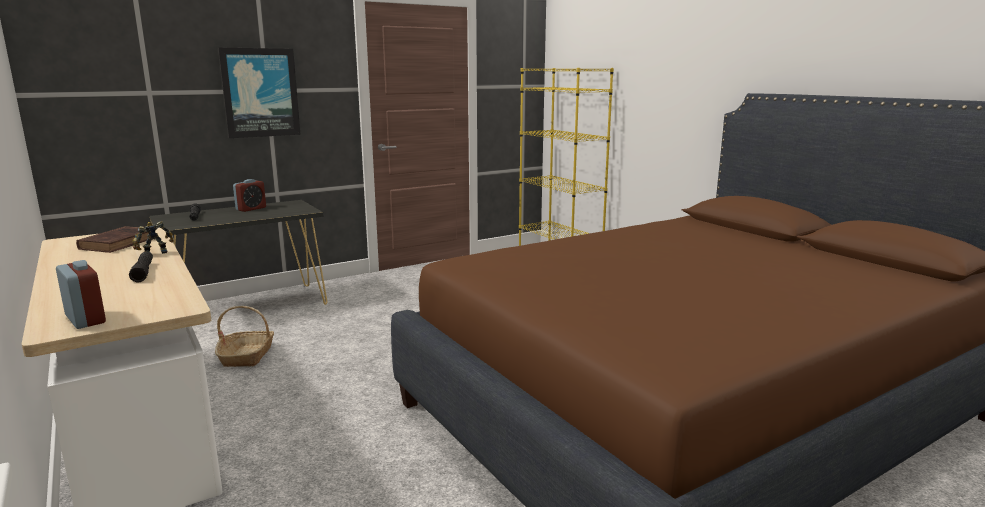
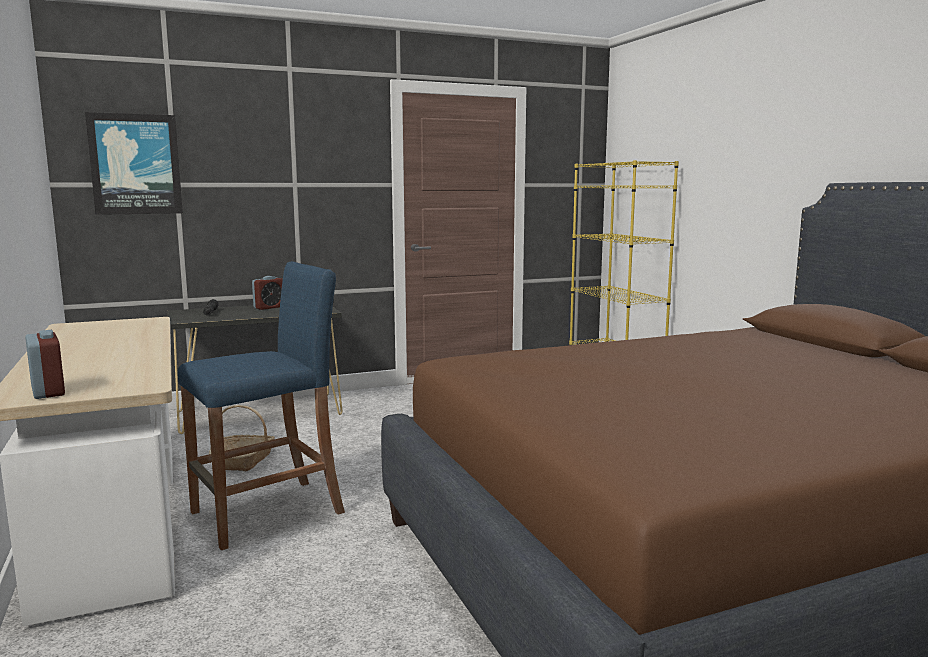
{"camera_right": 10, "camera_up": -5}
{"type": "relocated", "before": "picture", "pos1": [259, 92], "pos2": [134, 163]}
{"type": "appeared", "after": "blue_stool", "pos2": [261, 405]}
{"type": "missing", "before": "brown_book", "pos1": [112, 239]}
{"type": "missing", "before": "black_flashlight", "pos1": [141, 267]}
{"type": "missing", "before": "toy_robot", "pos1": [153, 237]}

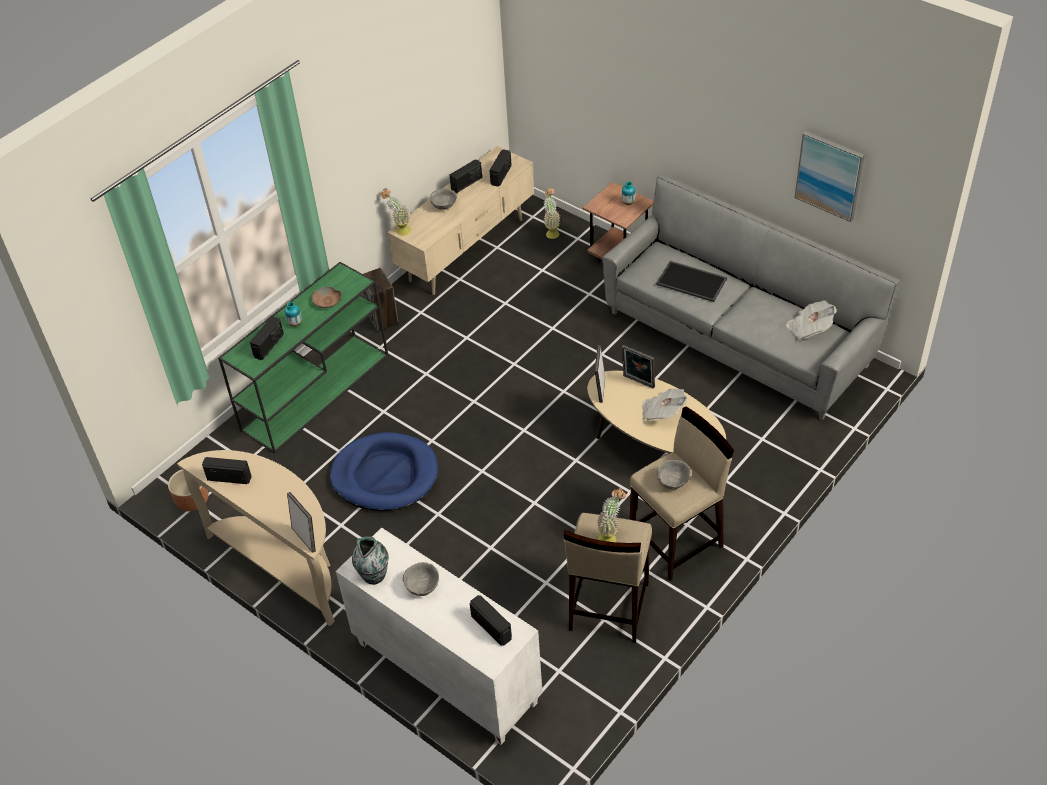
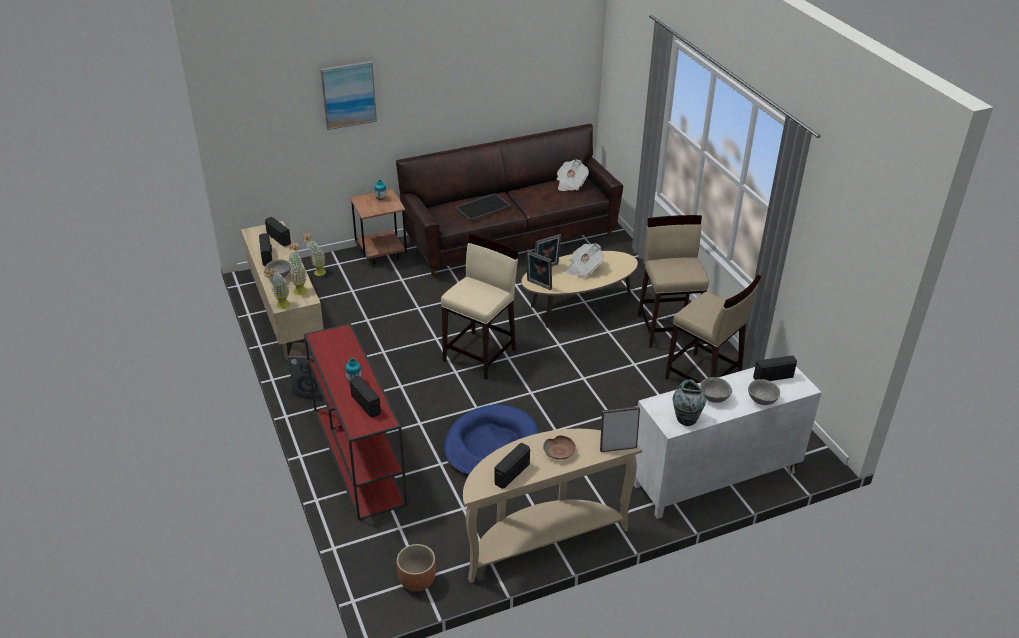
{"camera_right": -65, "camera_up": -10}
{"type": "relocated", "before": "potted_plant", "pos1": [611, 514], "pos2": [297, 269]}
{"type": "colour", "before": "green_console_table", "after": "red_console_table", "pos1": [303, 357], "pos2": [355, 421]}
{"type": "relocated", "before": "picture", "pos1": [830, 176], "pos2": [349, 95]}
{"type": "colour", "before": "grey_sofa", "after": "brown_sofa", "pos1": [750, 297], "pos2": [509, 200]}
{"type": "appeared", "after": "beige_stool", "pos2": [479, 306]}
{"type": "relocated", "before": "brown_bowl", "pos1": [326, 297], "pos2": [559, 447]}
{"type": "relocated", "before": "grey_bowl", "pos1": [674, 474], "pos2": [764, 392]}

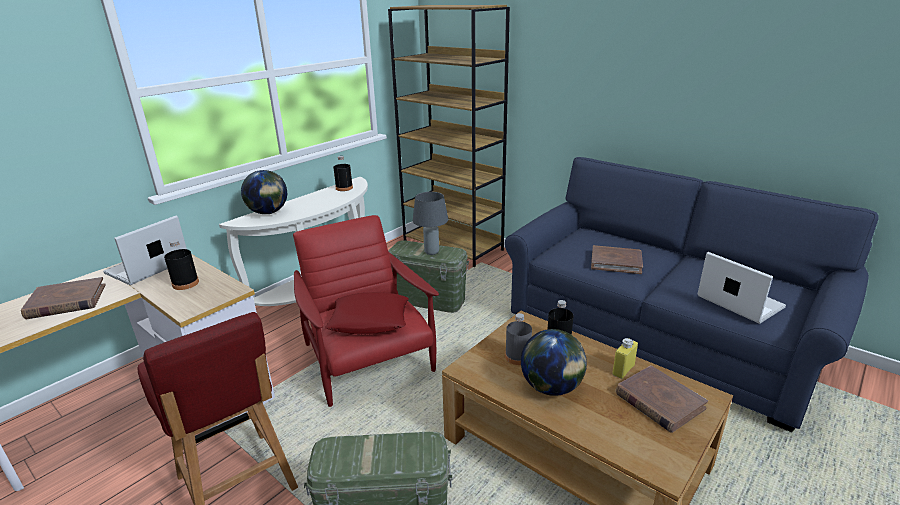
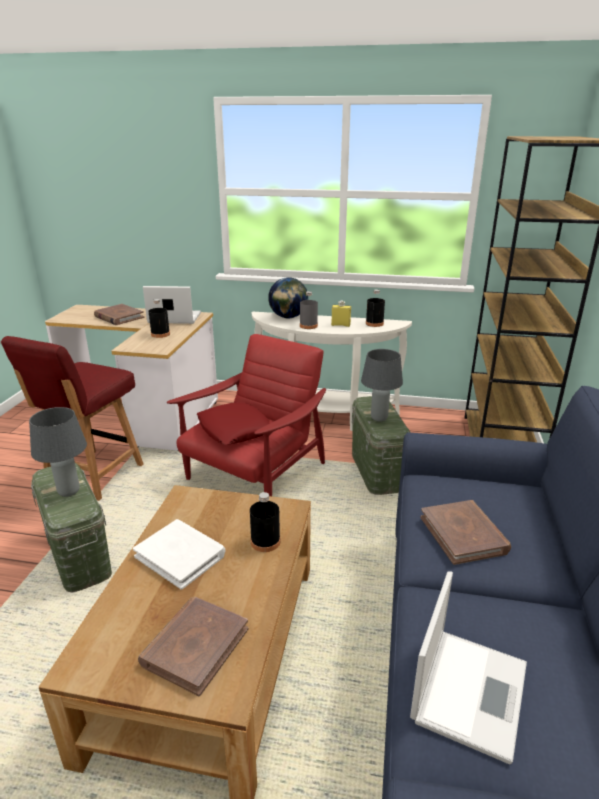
{"camera_right": 60, "camera_up": 0}
{"type": "appeared", "after": "grey_table_lamp", "pos2": [58, 452]}
{"type": "exchanged", "before": "globe", "after": "white_book", "pos1": [554, 362], "pos2": [179, 554]}
{"type": "relocated", "before": "grey_bottle", "pos1": [518, 339], "pos2": [309, 310]}
{"type": "relocated", "before": "yellow_bottle", "pos1": [625, 358], "pos2": [341, 314]}

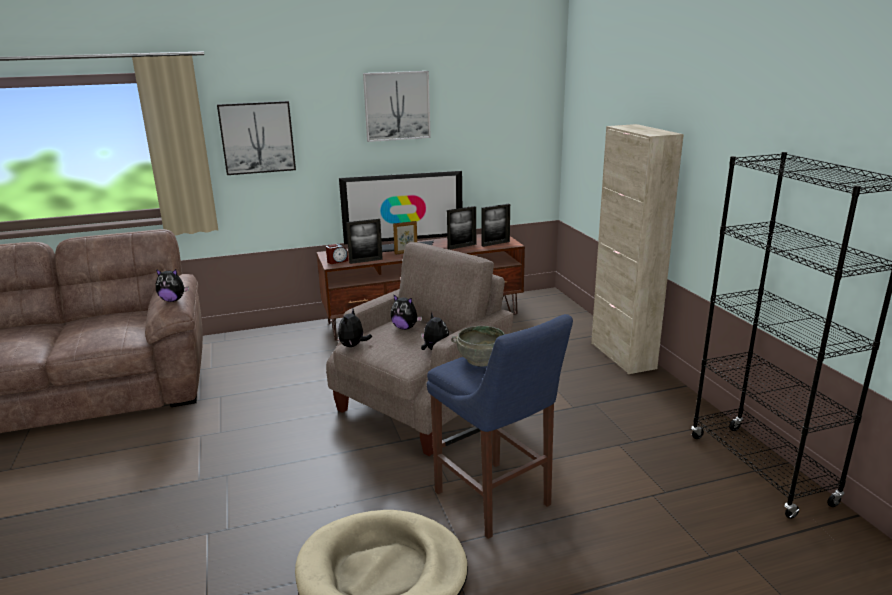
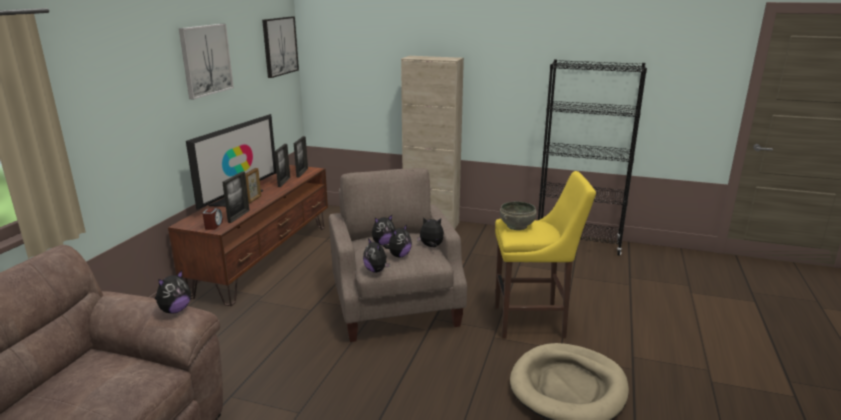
{"camera_right": -55, "camera_up": 0}
{"type": "relocated", "before": "picture", "pos1": [256, 138], "pos2": [280, 47]}
{"type": "appeared", "after": "plush_toy", "pos2": [397, 241]}
{"type": "colour", "before": "blue_stool", "after": "yellow_stool", "pos1": [500, 426], "pos2": [545, 255]}

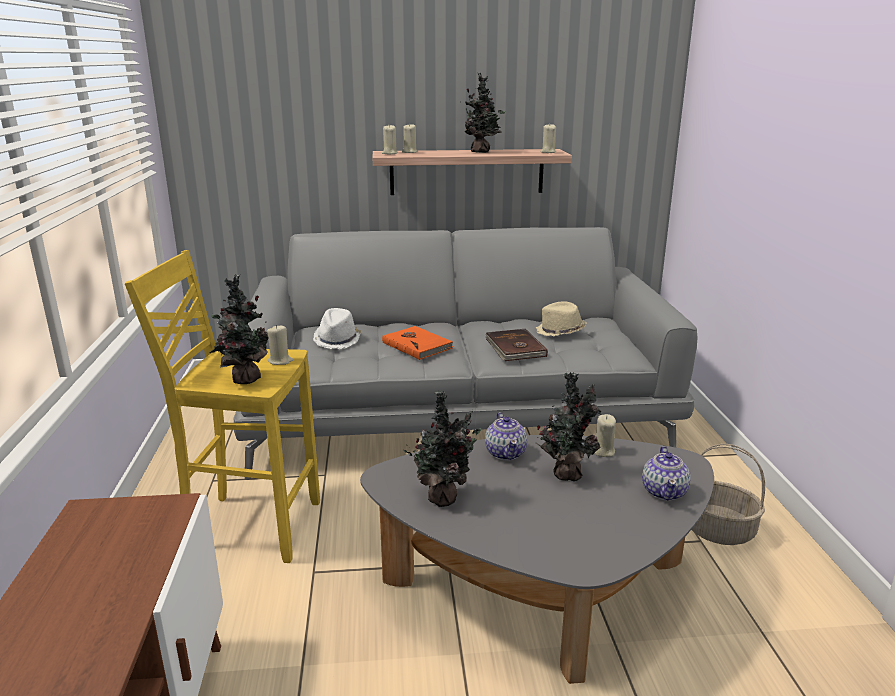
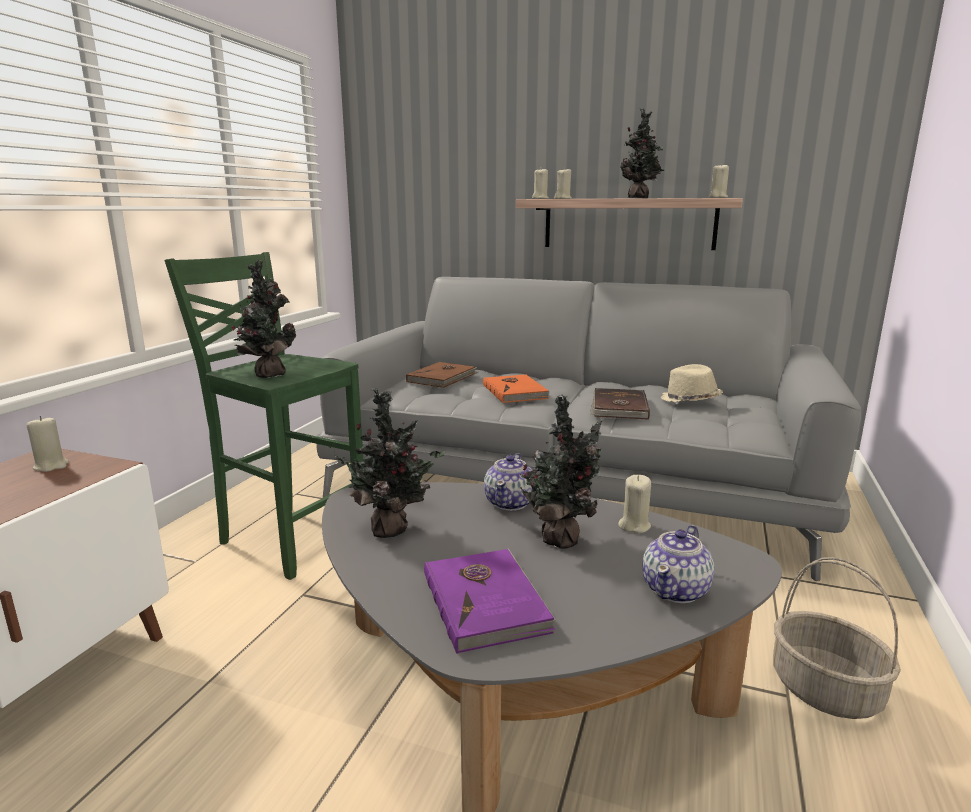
{"camera_right": 25, "camera_up": -5}
{"type": "relocated", "before": "beige_candle", "pos1": [280, 345], "pos2": [48, 444]}
{"type": "colour", "before": "yellow_stool", "after": "green_stool", "pos1": [222, 406], "pos2": [264, 416]}
{"type": "exchanged", "before": "white_hat", "after": "brown_book", "pos1": [337, 328], "pos2": [442, 375]}
{"type": "appeared", "after": "purple_book", "pos2": [490, 601]}

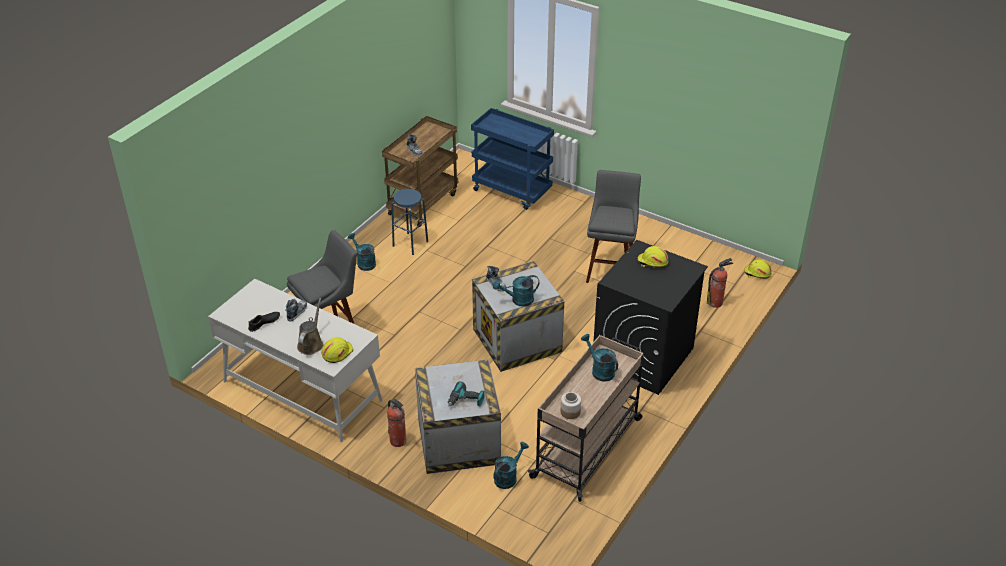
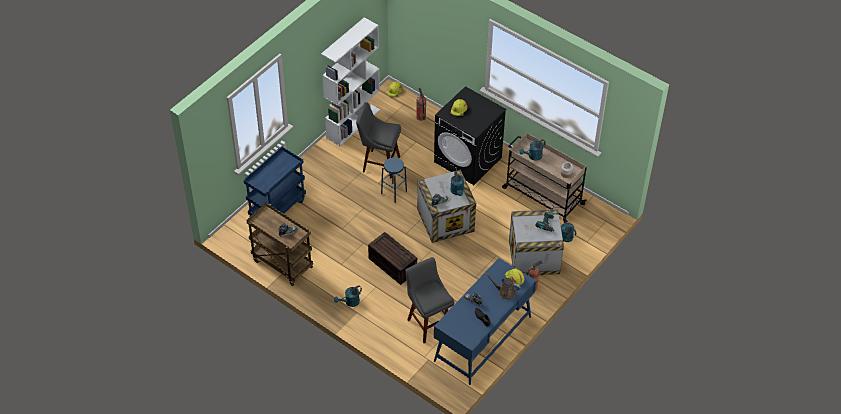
{"camera_right": -85, "camera_up": 10}
{"type": "appeared", "after": "white_bookcase", "pos2": [350, 81]}
{"type": "appeared", "after": "brown_storage_box", "pos2": [392, 258]}
{"type": "relocated", "before": "blue_stool", "pos1": [409, 222], "pos2": [394, 180]}
{"type": "colour", "before": "white_desk", "after": "blue_desk", "pos1": [295, 360], "pos2": [485, 321]}

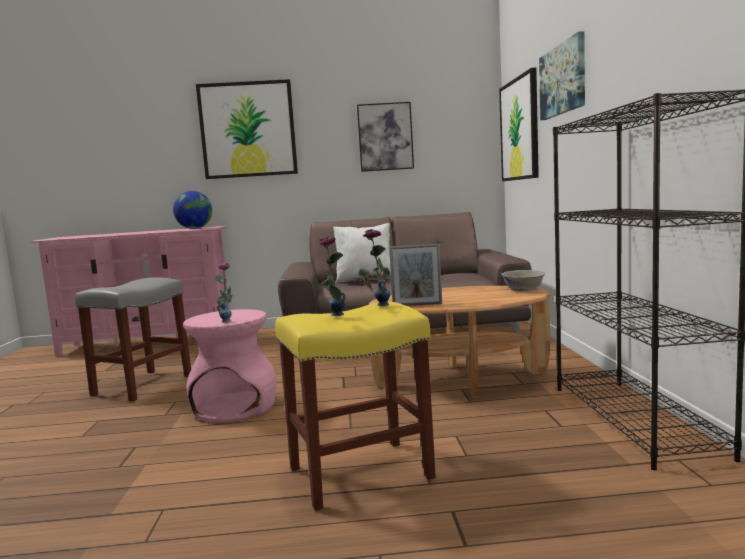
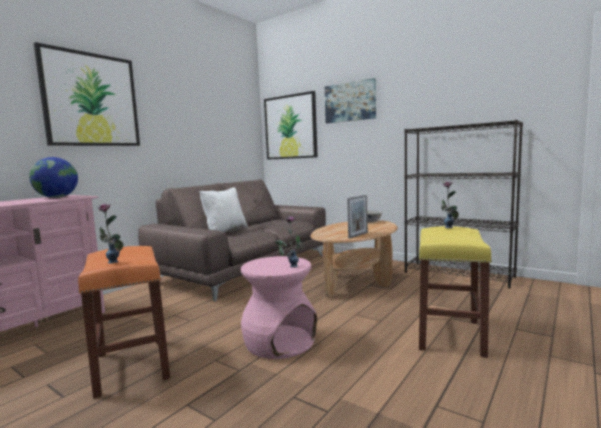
{"camera_right": -50, "camera_up": 0}
{"type": "colour", "before": "grey_stool", "after": "orange_stool", "pos1": [133, 339], "pos2": [124, 322]}
{"type": "relocated", "before": "vase", "pos1": [332, 276], "pos2": [110, 233]}
{"type": "missing", "before": "picture", "pos1": [385, 137]}

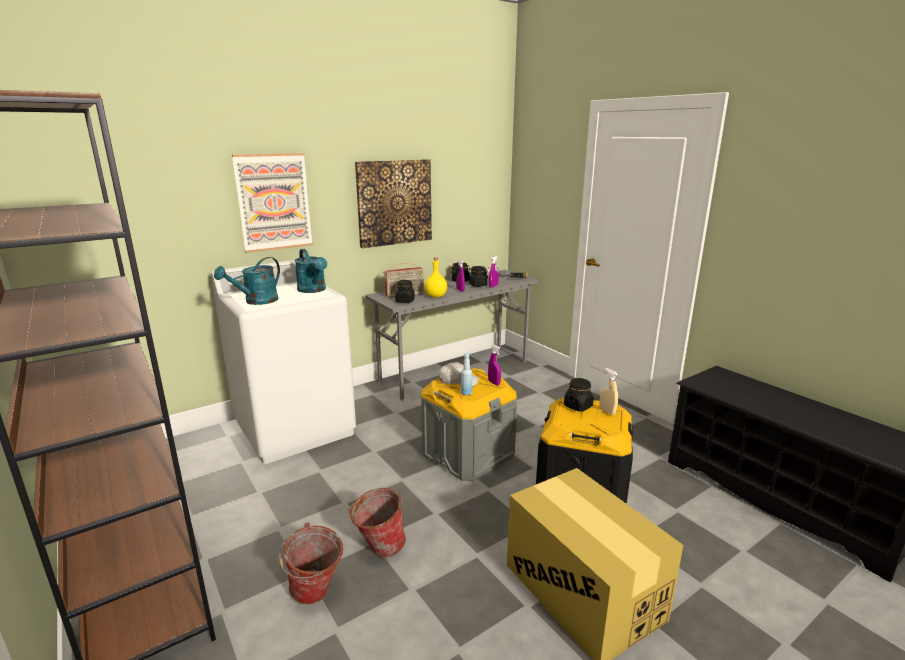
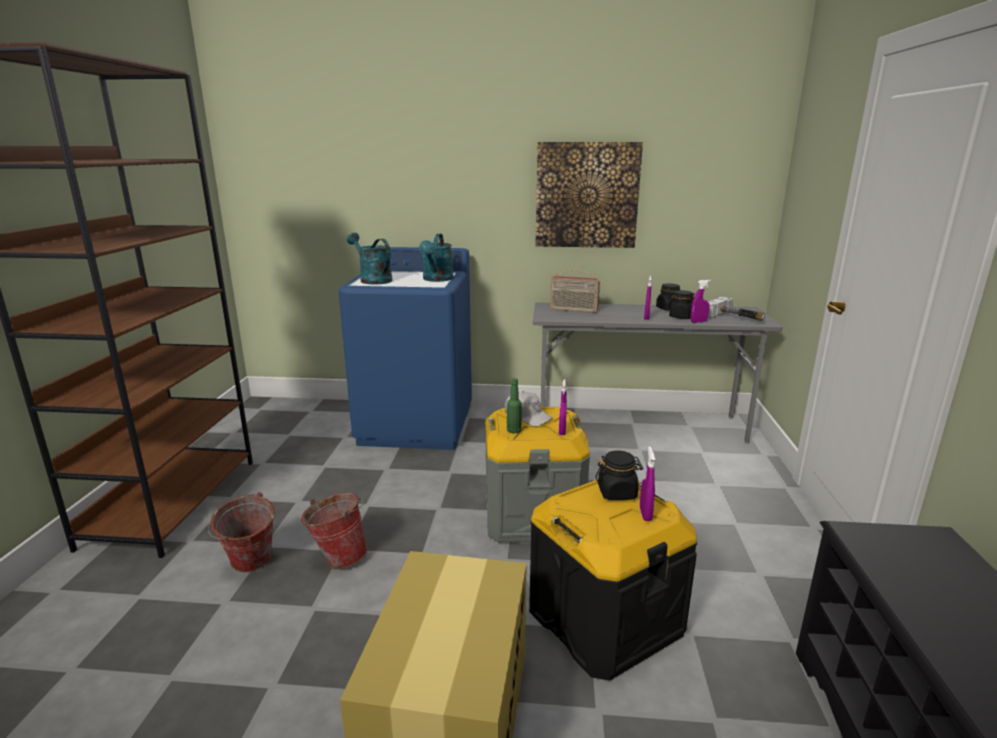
{"camera_right": 40, "camera_up": 0}
{"type": "colour", "before": "white_washing_machine", "after": "blue_washing_machine", "pos1": [283, 362], "pos2": [405, 348]}
{"type": "spun", "before": "turquoise_watering_can", "pos1": [247, 281], "pos2": [370, 258], "turn": 60}
{"type": "colour", "before": "blue_bottle", "after": "green_bottle", "pos1": [466, 374], "pos2": [514, 405]}
{"type": "colour", "before": "beige_spray_bottle", "after": "purple_spray_bottle", "pos1": [608, 391], "pos2": [647, 483]}
{"type": "missing", "before": "picture", "pos1": [272, 203]}
{"type": "missing", "before": "black_jar", "pos1": [405, 291]}
{"type": "missing", "before": "yellow_bottle", "pos1": [435, 277]}

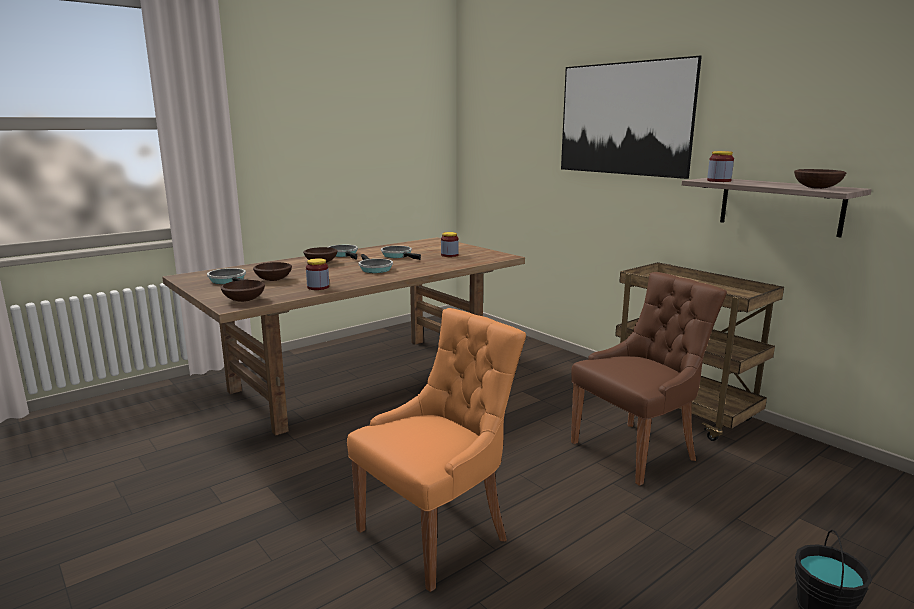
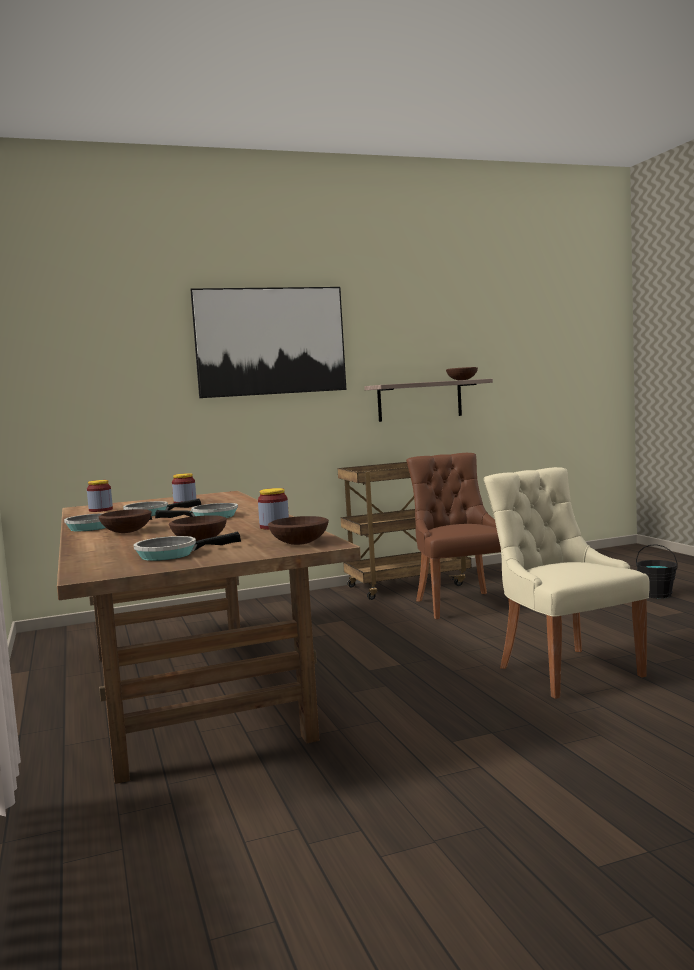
{"camera_right": -70, "camera_up": -10}
{"type": "relocated", "before": "jar", "pos1": [720, 166], "pos2": [100, 496]}
{"type": "colour", "before": "orange_chair", "after": "beige_chair", "pos1": [436, 450], "pos2": [567, 583]}

